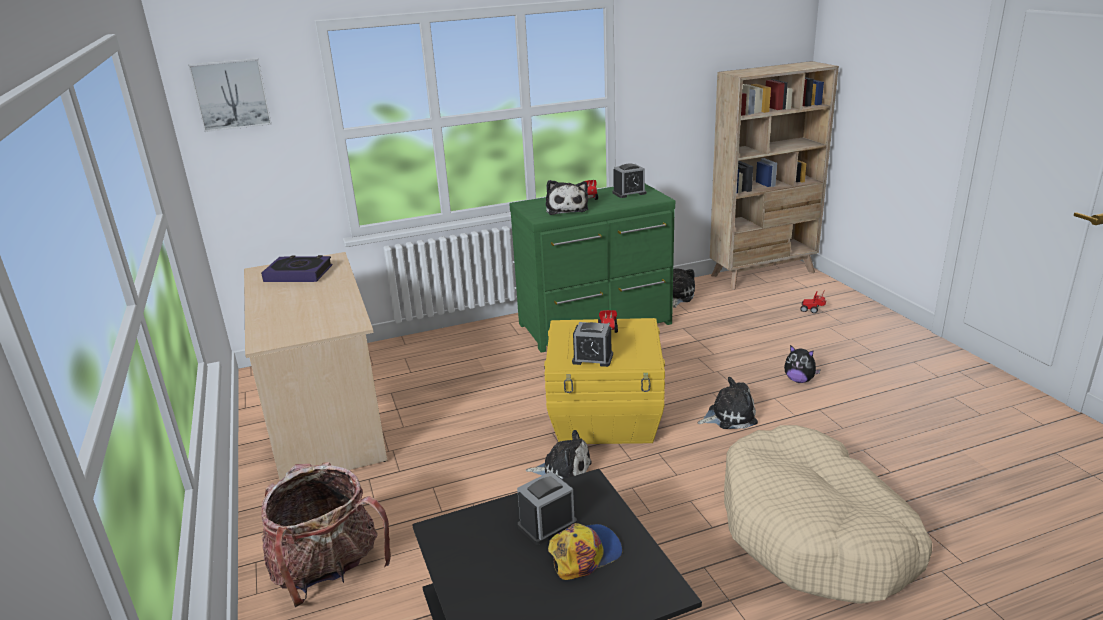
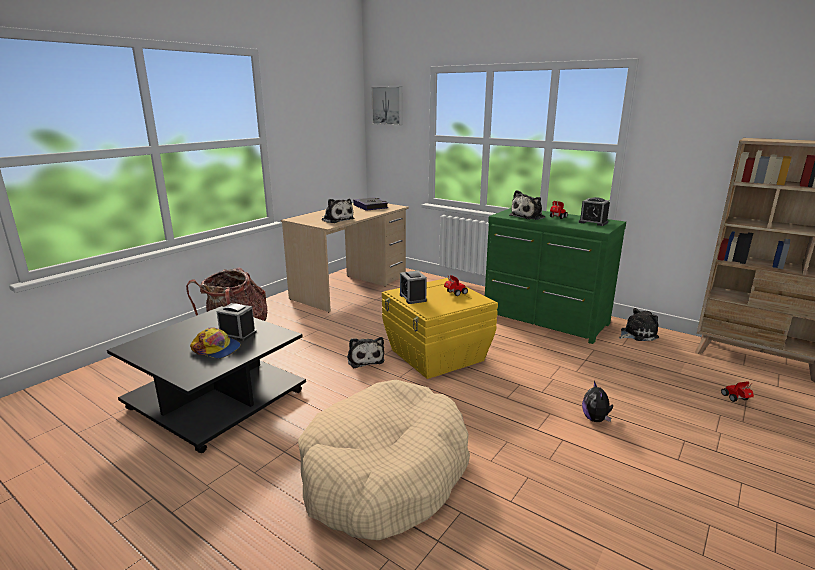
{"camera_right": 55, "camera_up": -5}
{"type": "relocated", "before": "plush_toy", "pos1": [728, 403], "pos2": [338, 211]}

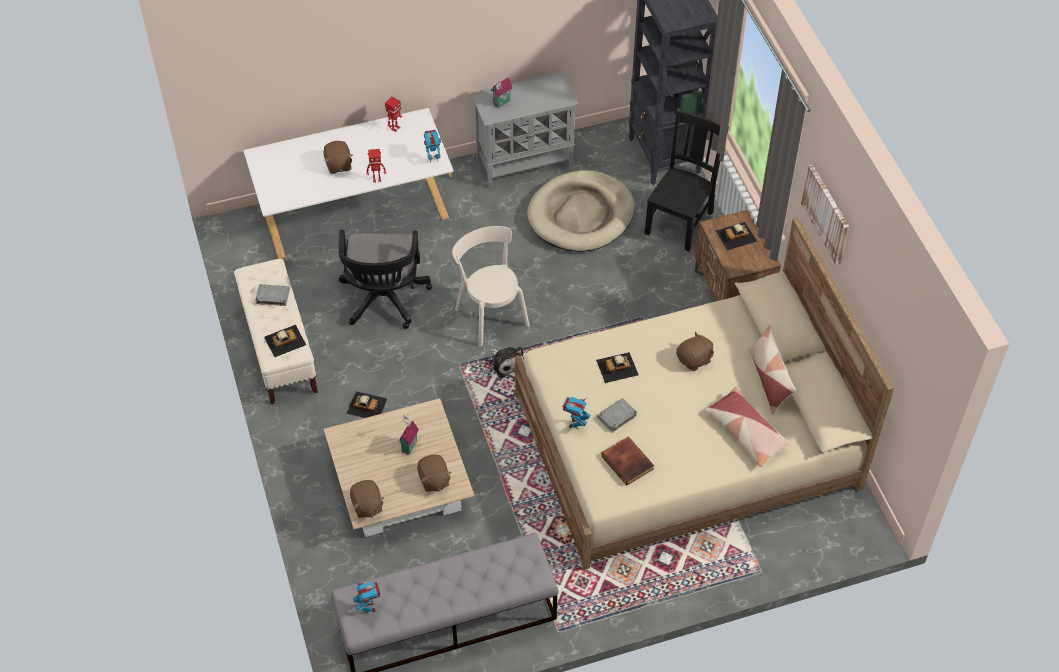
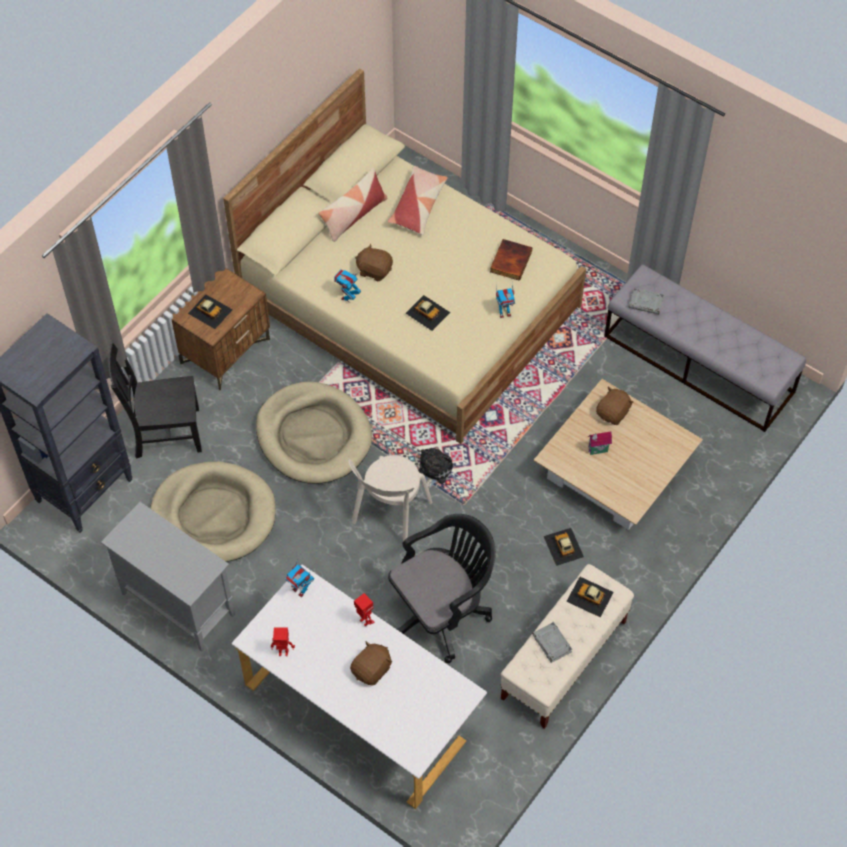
{"camera_right": -125, "camera_up": 5}
{"type": "appeared", "after": "beige_dog_bed", "pos2": [314, 433]}
{"type": "relocated", "before": "toy_robot", "pos1": [367, 597], "pos2": [347, 286]}
{"type": "relocated", "before": "grey_book", "pos1": [617, 415], "pos2": [646, 301]}
{"type": "missing", "before": "brown_plush_toy", "pos1": [367, 499]}
{"type": "missing", "before": "toy_house", "pos1": [502, 92]}
{"type": "missing", "before": "picture", "pos1": [825, 214]}

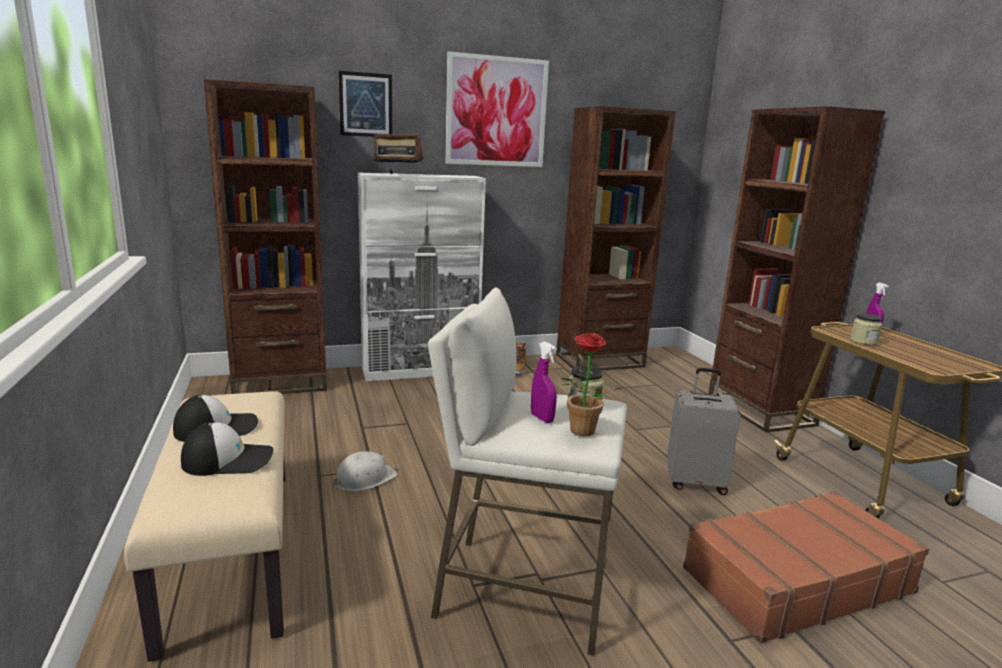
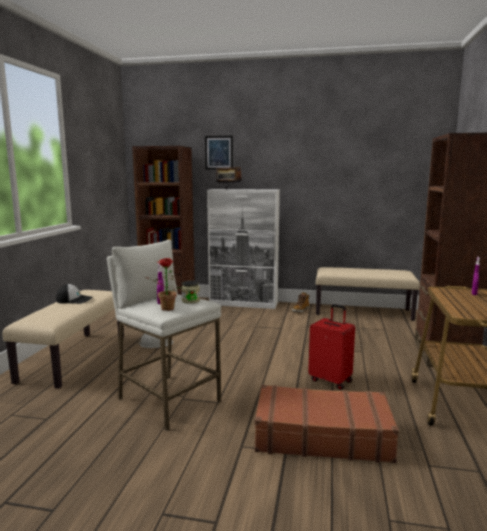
{"camera_right": 30, "camera_up": -5}
{"type": "colour", "before": "grey_suitcase", "after": "red_suitcase", "pos1": [704, 431], "pos2": [331, 347]}
{"type": "exchanged", "before": "brown_bookcase", "after": "beige_bench", "pos1": [616, 238], "pos2": [368, 294]}
{"type": "missing", "before": "cap", "pos1": [227, 449]}
{"type": "missing", "before": "picture", "pos1": [497, 109]}
{"type": "missing", "before": "jar", "pos1": [866, 329]}

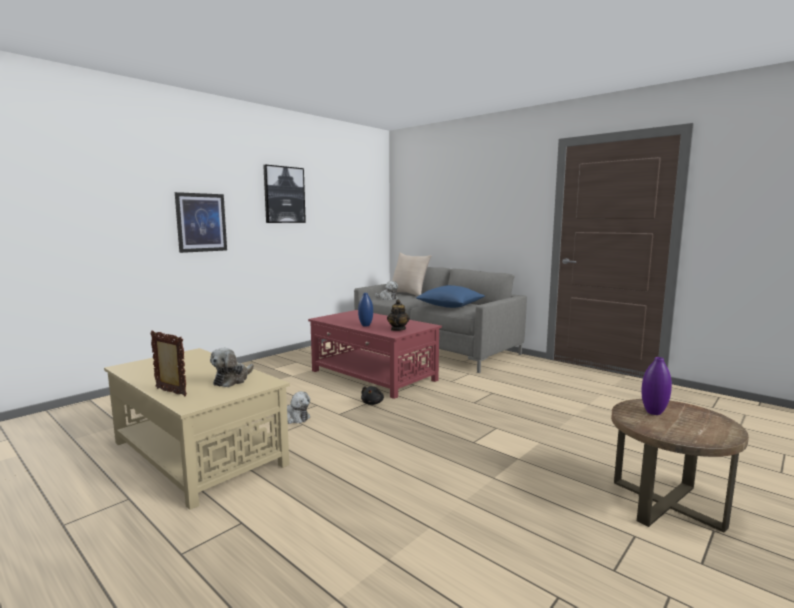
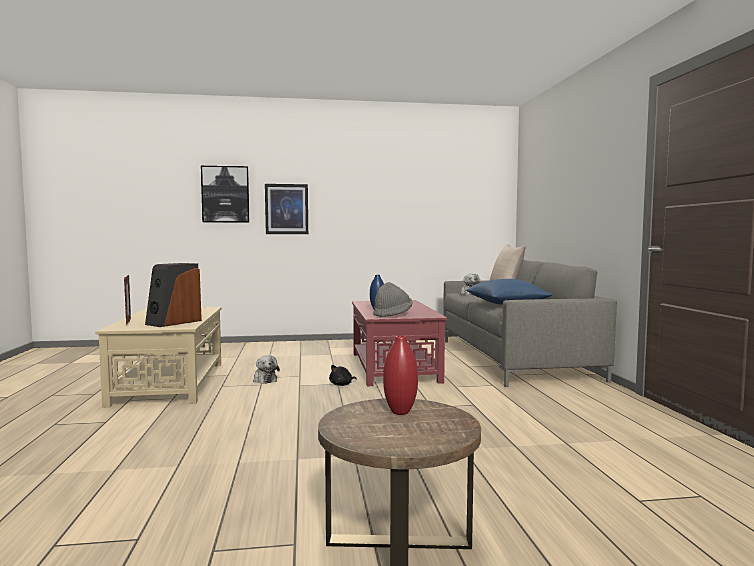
{"camera_right": 40, "camera_up": -5}
{"type": "exchanged", "before": "plush_toy", "after": "speaker", "pos1": [232, 367], "pos2": [173, 295]}
{"type": "relocated", "before": "picture", "pos1": [284, 194], "pos2": [225, 194]}
{"type": "exchanged", "before": "teapot", "after": "grey_hat", "pos1": [398, 315], "pos2": [392, 299]}
{"type": "colour", "before": "purple_vase", "after": "red_vase", "pos1": [656, 386], "pos2": [400, 375]}

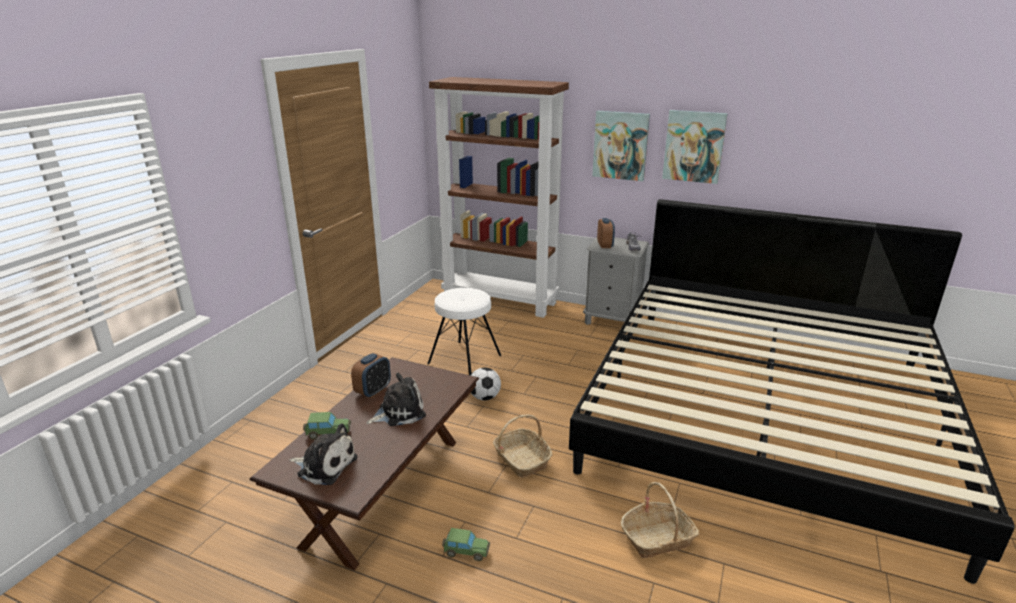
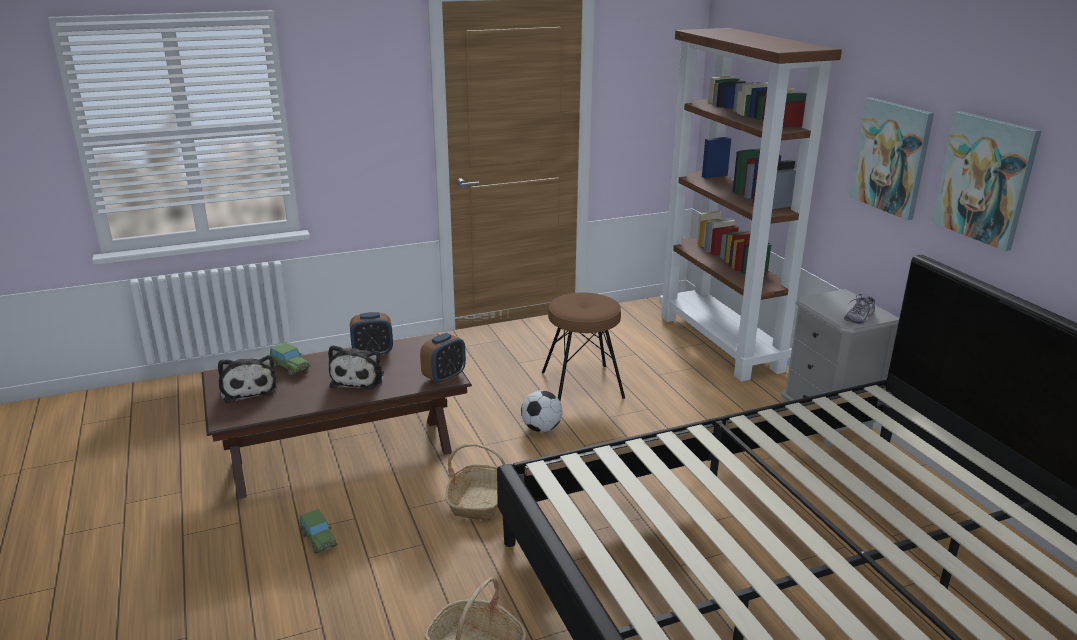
{"camera_right": 45, "camera_up": 0}
{"type": "spun", "before": "plush_toy", "pos1": [396, 399], "pos2": [356, 367], "turn": 75}
{"type": "relocated", "before": "alarm_clock", "pos1": [606, 233], "pos2": [443, 358]}
{"type": "colour", "before": "white_stool", "after": "brown_stool", "pos1": [464, 332], "pos2": [583, 346]}

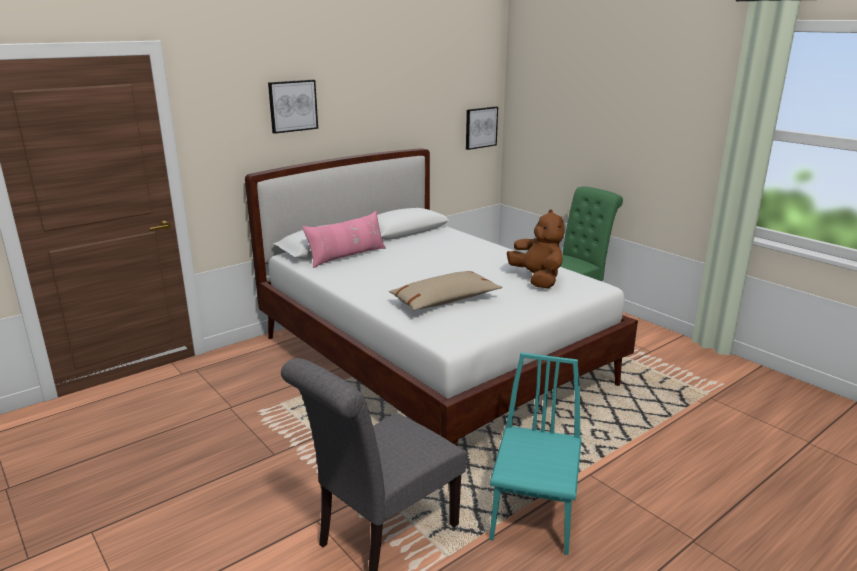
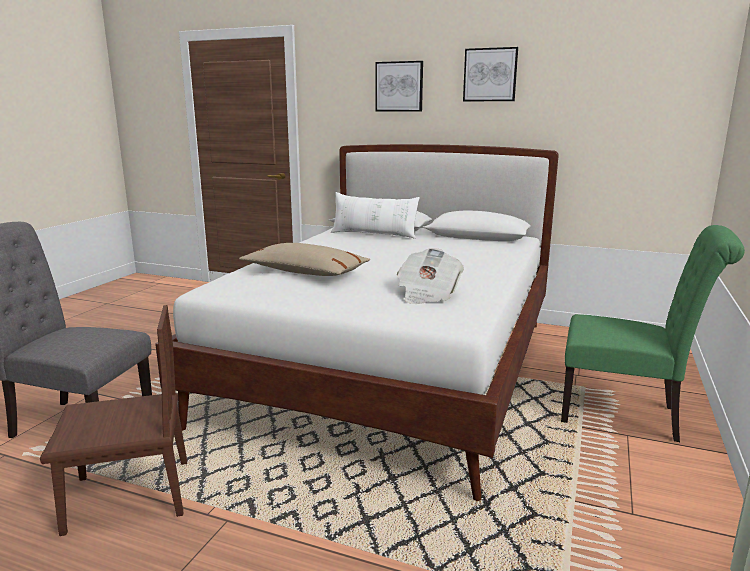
{"camera_right": 60, "camera_up": -5}
{"type": "colour", "before": "turquoise_chair", "after": "brown_chair", "pos1": [535, 454], "pos2": [113, 420]}
{"type": "colour", "before": "pink_pillow", "after": "white_pillow", "pos1": [344, 239], "pos2": [375, 215]}
{"type": "exchanged", "before": "brown_plush_toy", "after": "newspaper", "pos1": [536, 249], "pos2": [430, 276]}
{"type": "relocated", "before": "picture", "pos1": [482, 128], "pos2": [490, 74]}

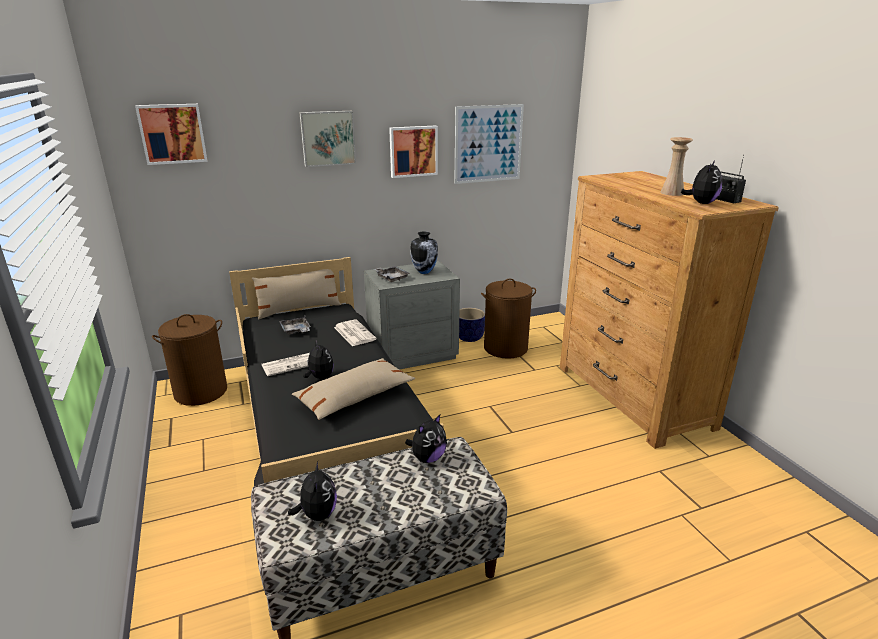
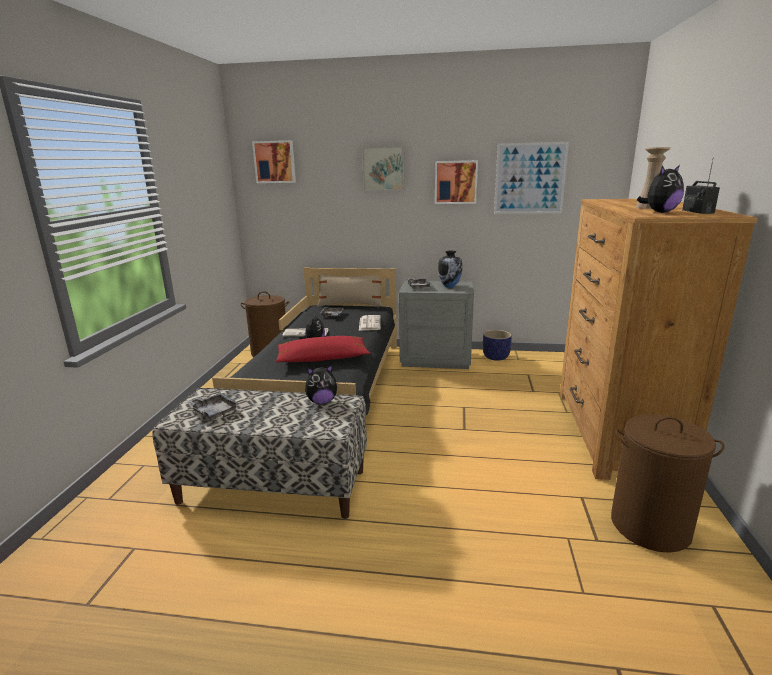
{"camera_right": 30, "camera_up": -5}
{"type": "exchanged", "before": "plush_toy", "after": "grey_tray", "pos1": [312, 491], "pos2": [214, 406]}
{"type": "colour", "before": "beige_pillow", "after": "red_pillow", "pos1": [353, 389], "pos2": [322, 349]}
{"type": "relocated", "before": "brown_laundry_basket", "pos1": [508, 319], "pos2": [667, 483]}

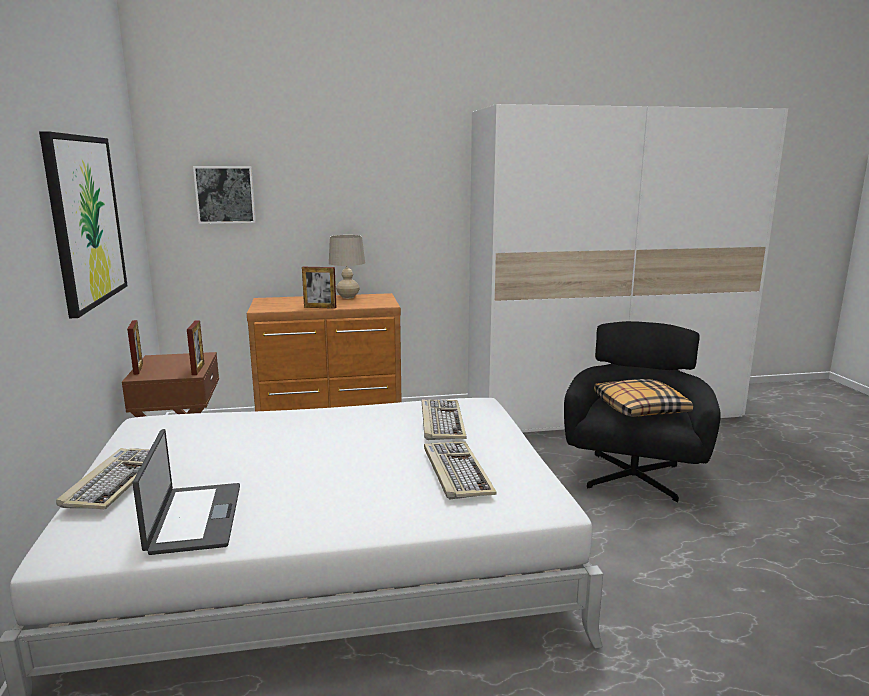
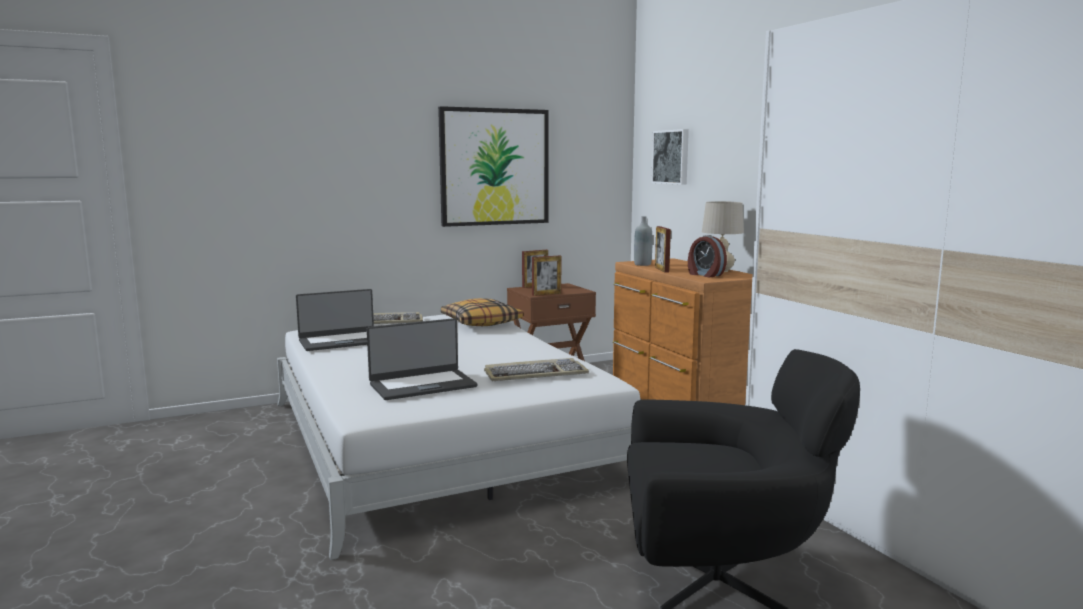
{"camera_right": 75, "camera_up": -5}
{"type": "exchanged", "before": "keyboard", "after": "laptop", "pos1": [460, 470], "pos2": [422, 359]}
{"type": "relocated", "before": "pillow", "pos1": [643, 398], "pos2": [482, 312]}
{"type": "appeared", "after": "grey_bottle", "pos2": [643, 241]}
{"type": "appeared", "after": "alarm_clock", "pos2": [707, 256]}

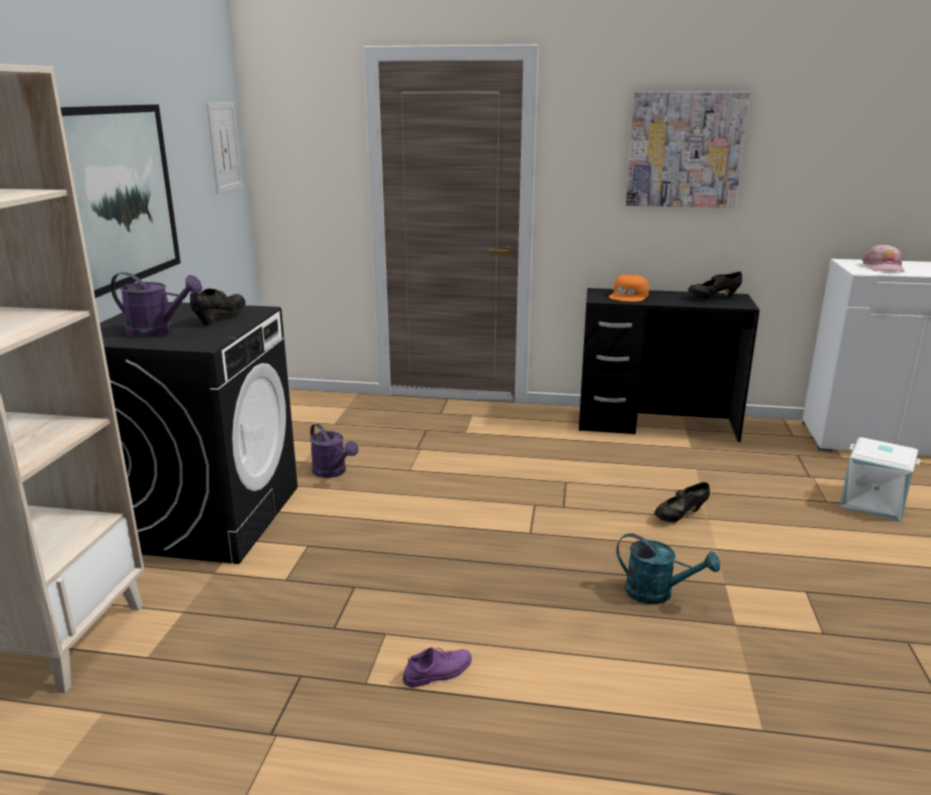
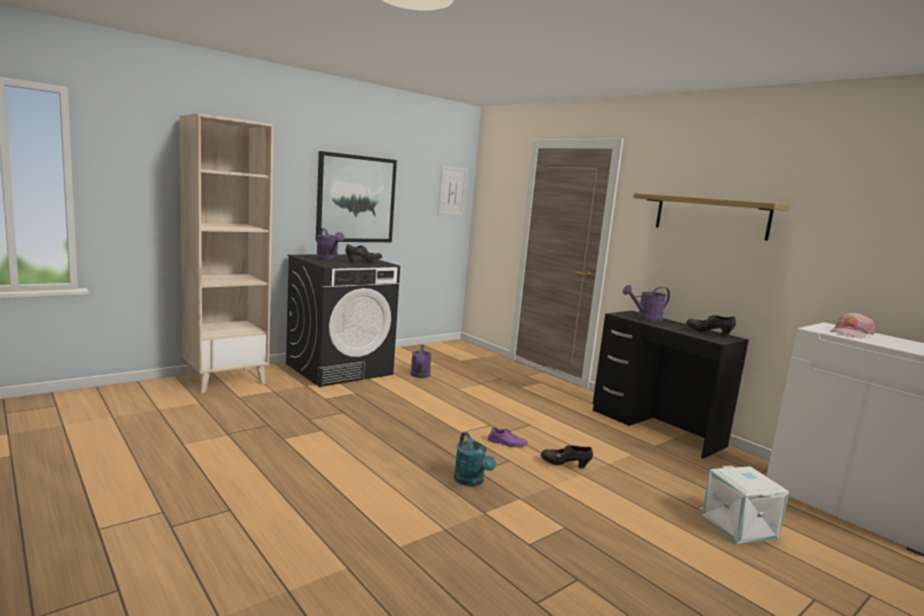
{"camera_right": 40, "camera_up": -10}
{"type": "relocated", "before": "purple_shoe", "pos1": [437, 667], "pos2": [507, 437]}
{"type": "exchanged", "before": "orange_cap", "after": "purple_watering_can", "pos1": [629, 288], "pos2": [646, 303]}
{"type": "exchanged", "before": "picture", "after": "shelf", "pos1": [688, 150], "pos2": [711, 217]}

